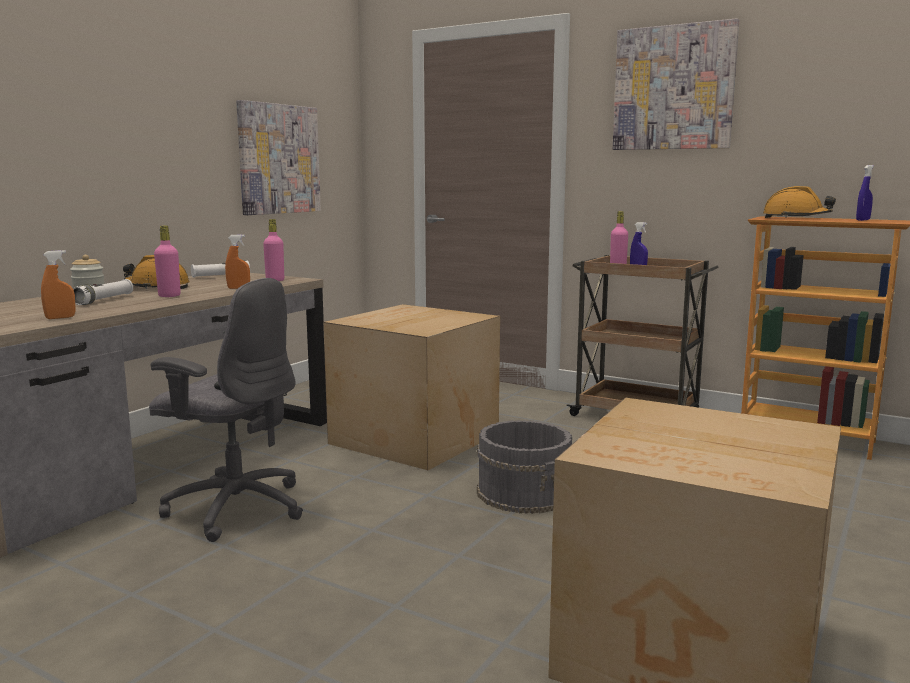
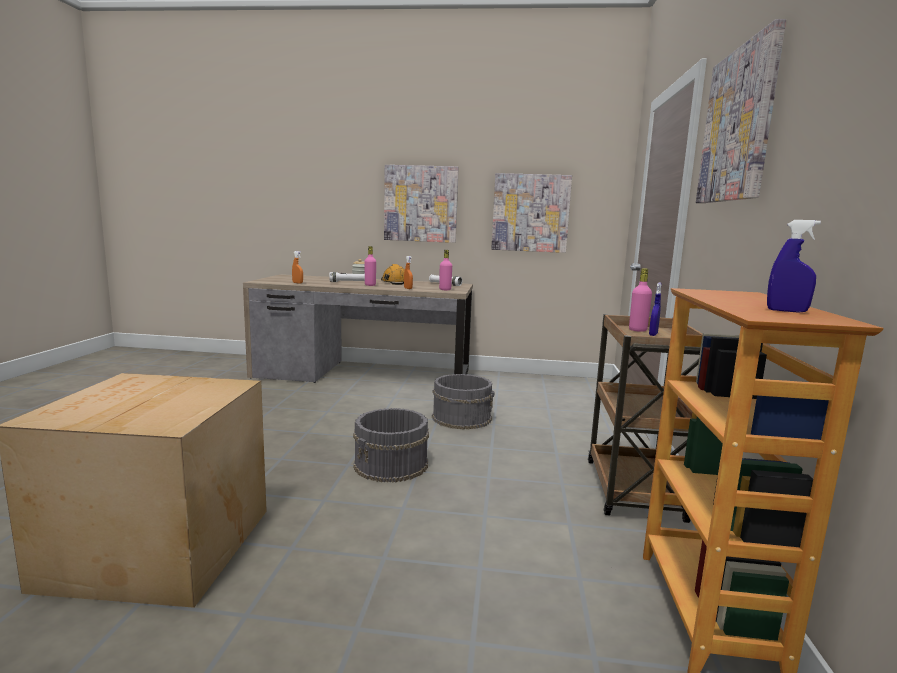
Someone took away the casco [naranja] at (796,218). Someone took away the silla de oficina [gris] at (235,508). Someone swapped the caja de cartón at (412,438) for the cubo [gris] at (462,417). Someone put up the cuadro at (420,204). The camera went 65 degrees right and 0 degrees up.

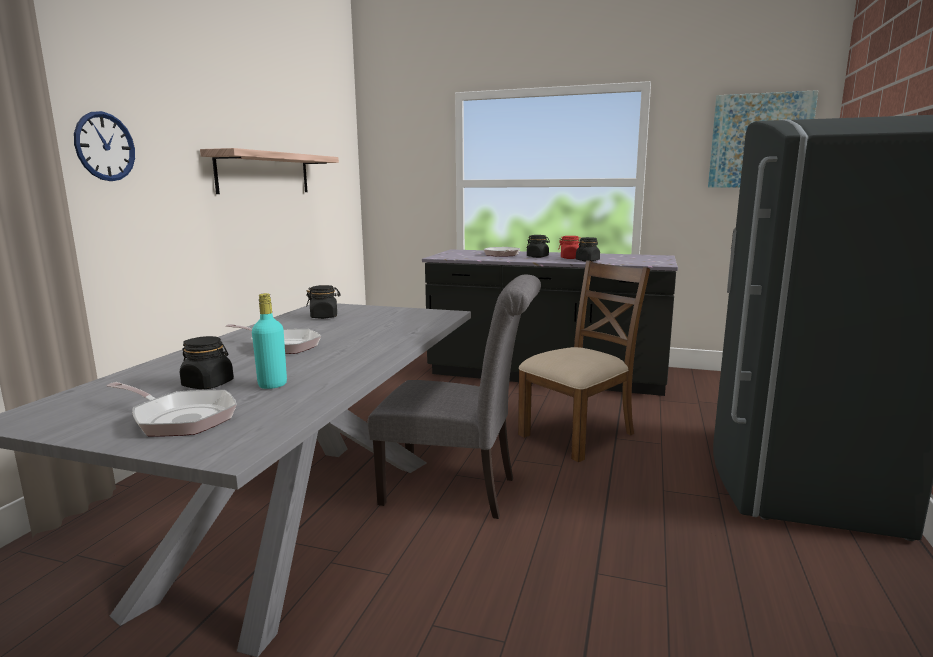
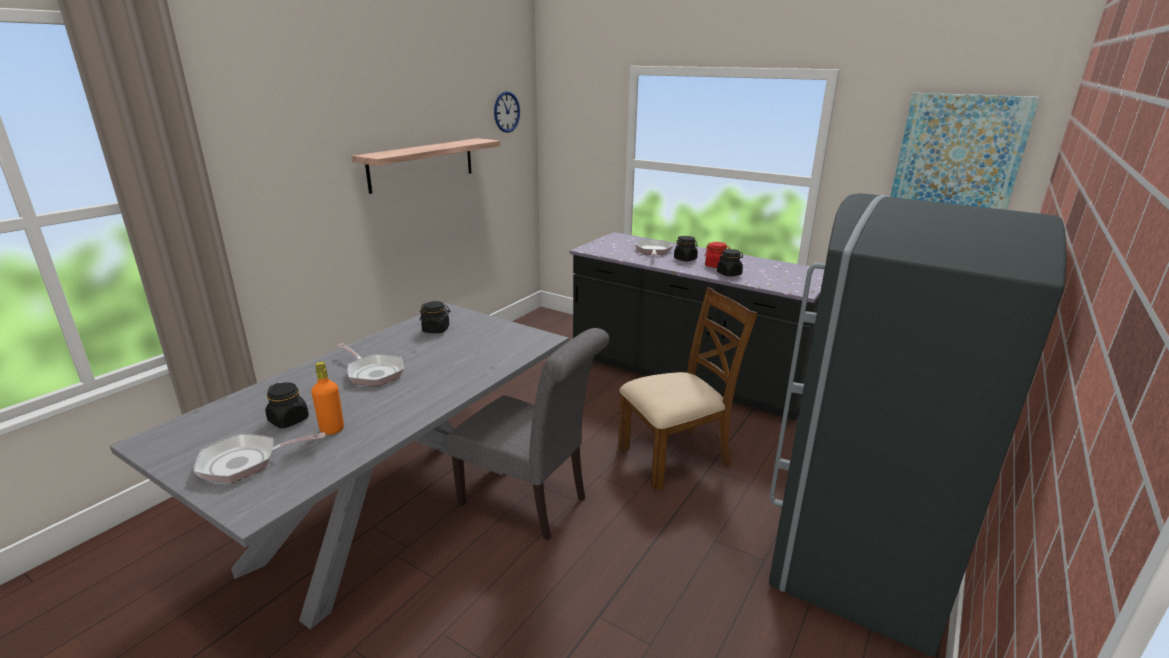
Someone carried the reloj de pared from (105,146) to (506,112). Someone repainted the botella [turquesa] at (272,385), which became the botella [naranja] at (332,429). Someone rotated the sartén at (180,418) by 120 degrees clockwise. The camera went 15 degrees right and 10 degrees up.

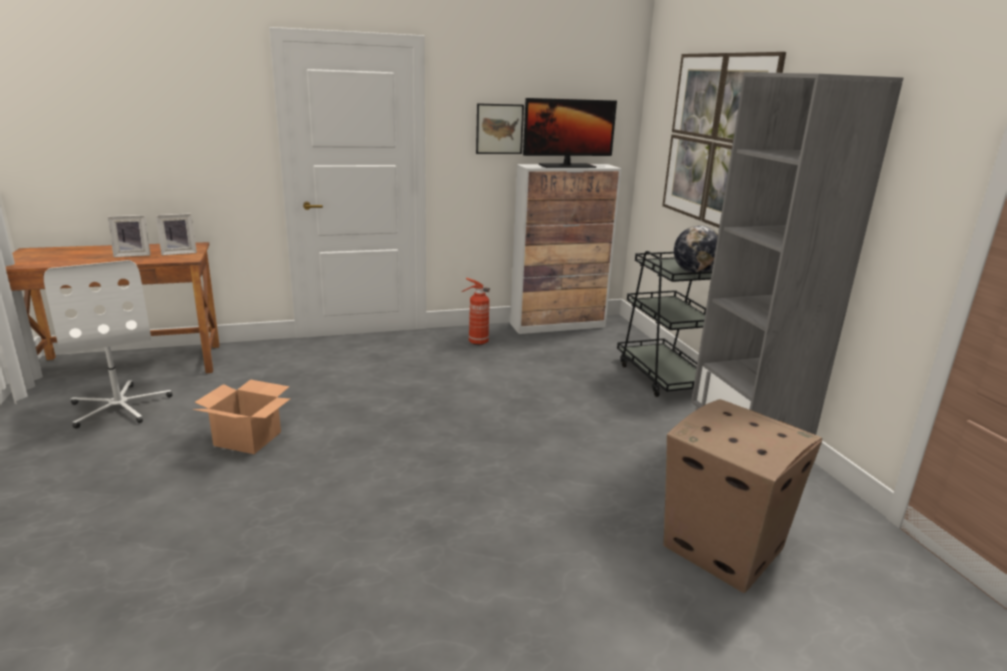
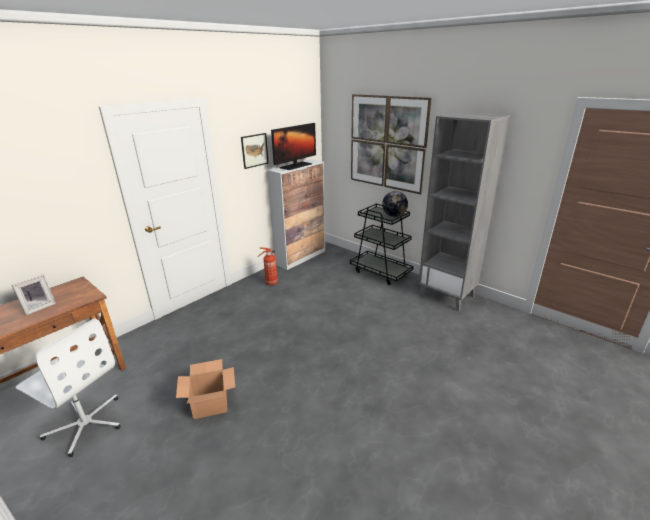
Someone took away the portarretratos at (179,252). Someone took away the caja de cartón at (721,547). The camera went 30 degrees left and 5 degrees up.

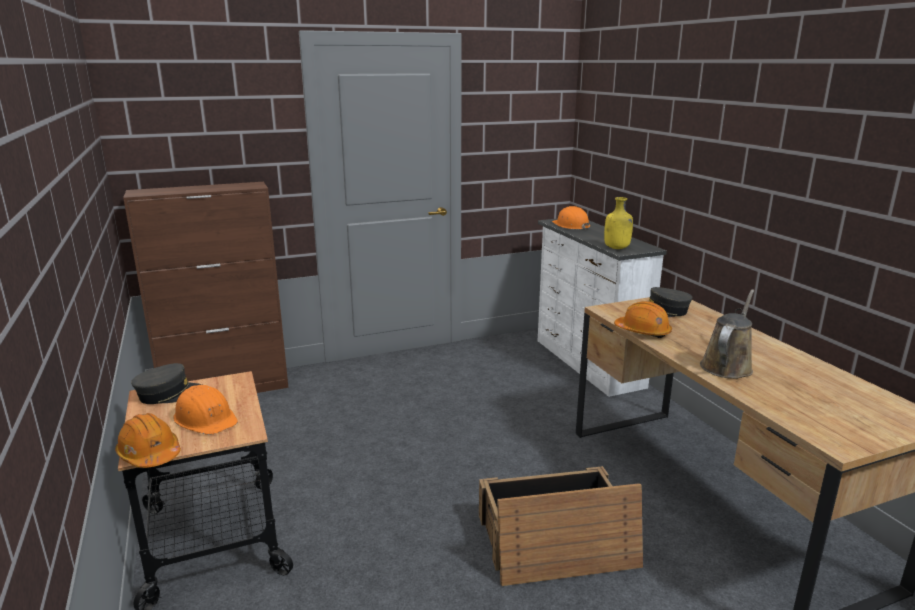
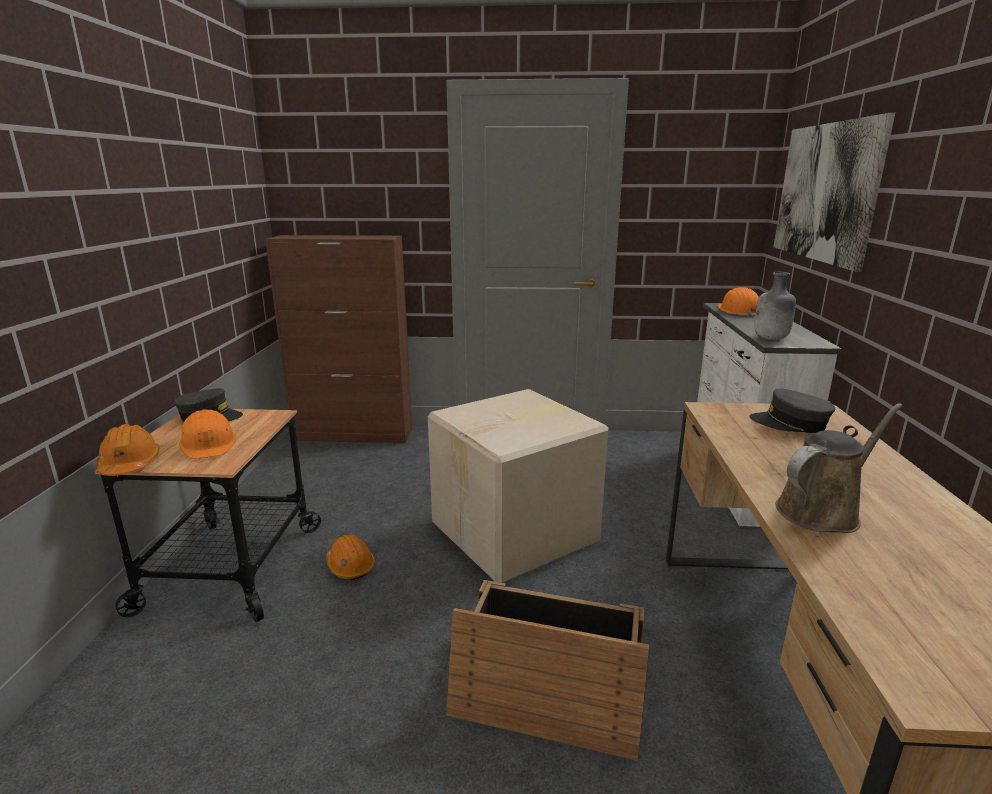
Someone repainted the botella [amarillo] at (617,248), which became the botella [gris] at (770,339). Someone carried the casco [naranja] from (643,331) to (350,566). Someone put up the cuadro at (825,192). Someone put down the caja de cartón at (517,532). The camera went 25 degrees right and 0 degrees up.

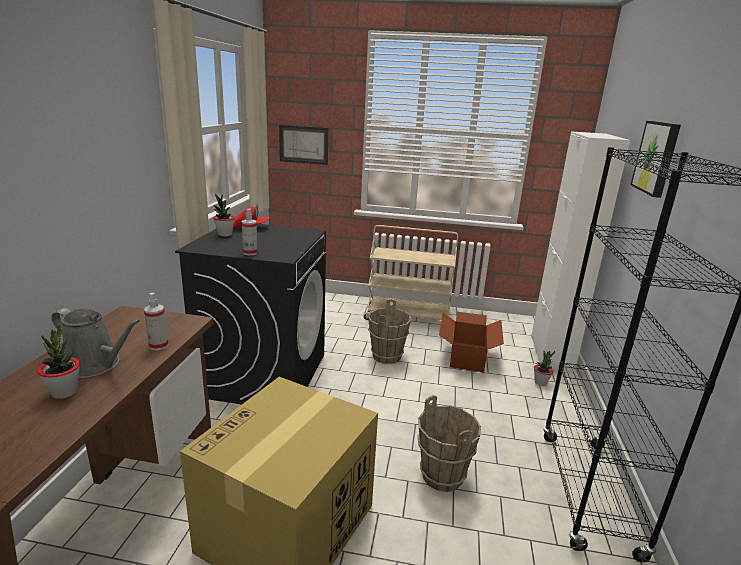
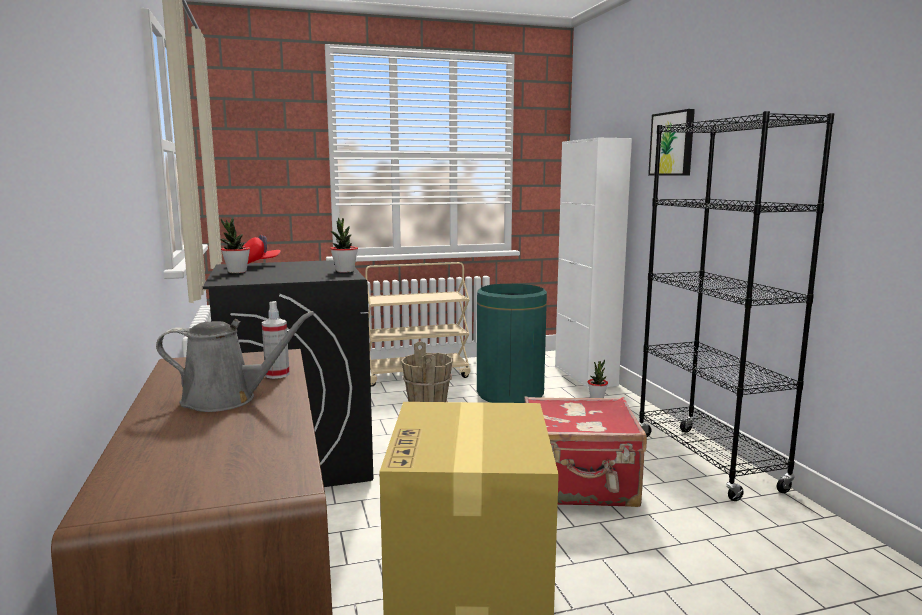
Someone took away the cuadro at (303,144). Someone took away the pulverizador at (250,253). Someone swapped the caja de cartón at (466,356) for the papelera [verde] at (510,394). Someone carried the planta en maceta from (64,392) to (345,271). Someone swapped the cubo [marrón] at (443,475) for the maleta [rojo] at (579,486). The camera went 25 degrees left and 10 degrees down.

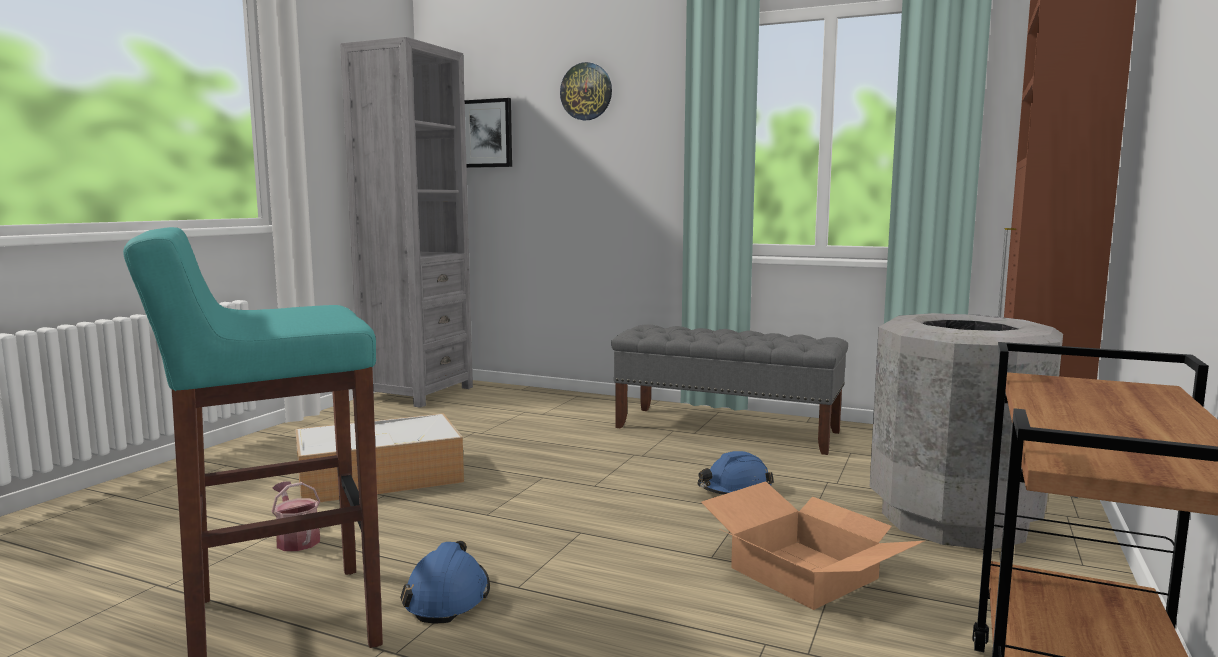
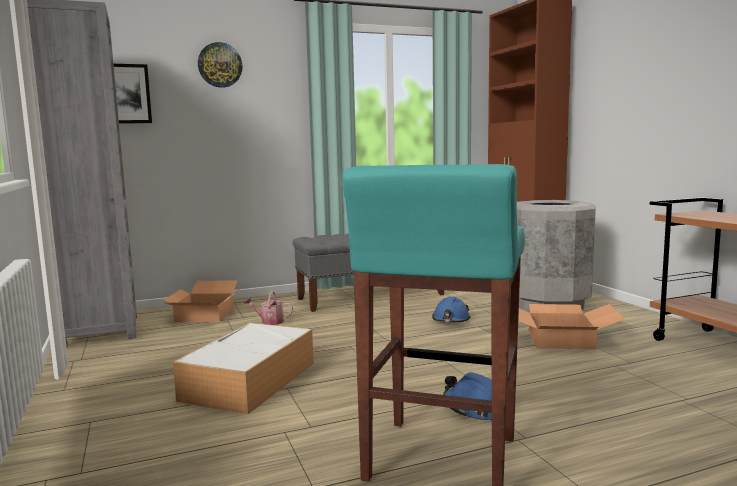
Someone carried the regadera from (296,539) to (269,321). Someone put down the caja de cartón at (204,314). The camera went 45 degrees left and 0 degrees up.

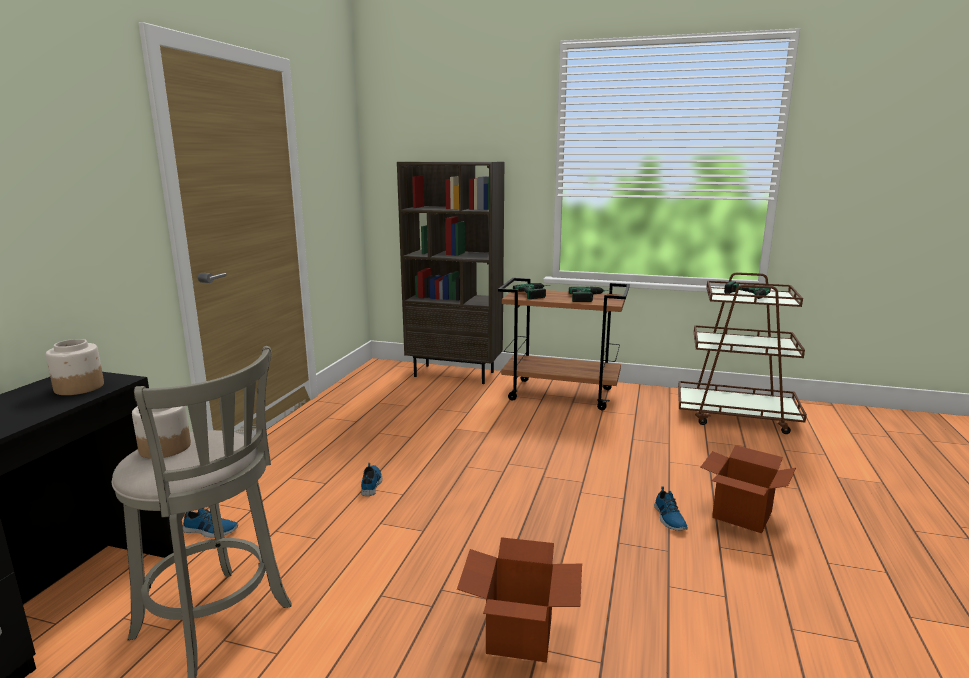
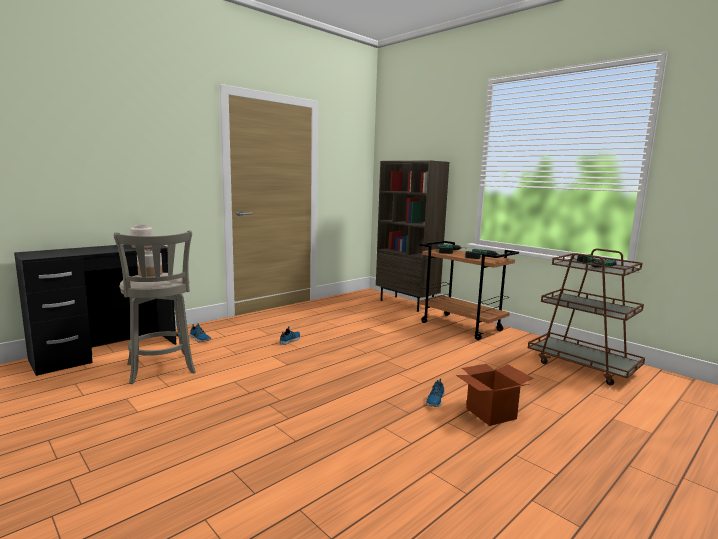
Someone took away the caja de cartón at (519,634). The camera went 30 degrees right and 5 degrees down.

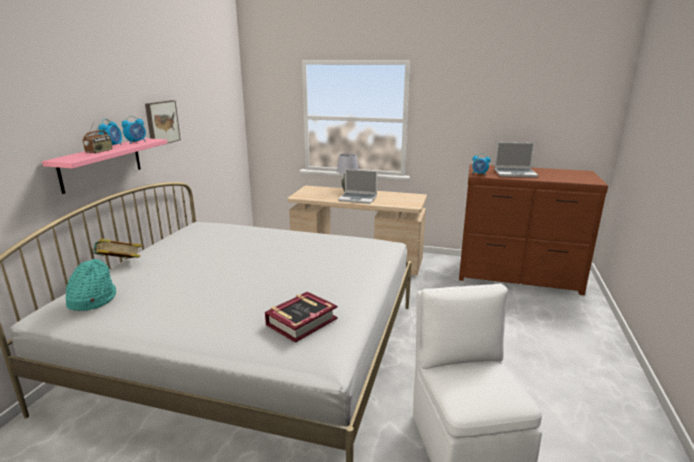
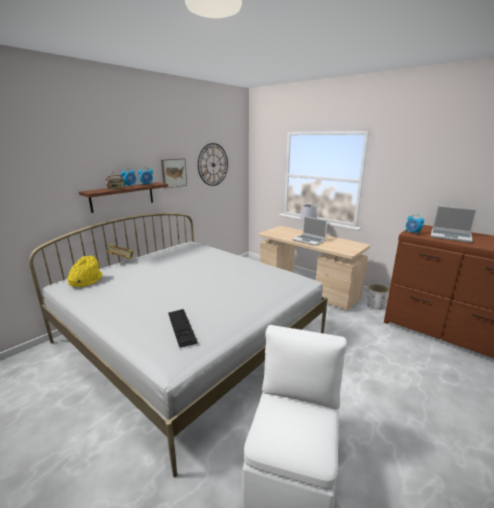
Someone repainted the estante [rosa] at (101,164), which became the estante [marrón] at (122,196). Someone repainted the sombrero [turquesa] at (92,300), which became the sombrero [amarillo] at (86,281). Someone swapped the libro at (301,321) for the teclado at (181,327). Someone put up the reloj de pared at (213,164). Someone put down the maceta [blanco] at (375,305). The camera went 25 degrees right and 0 degrees up.

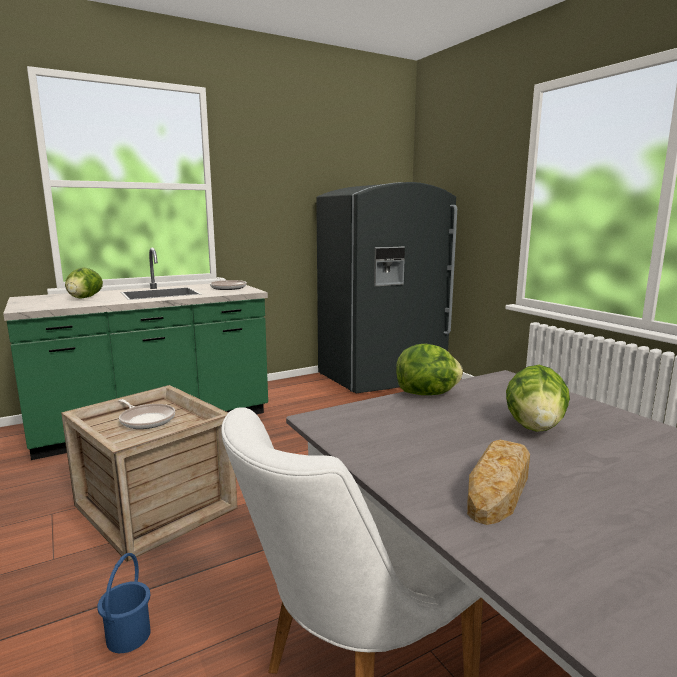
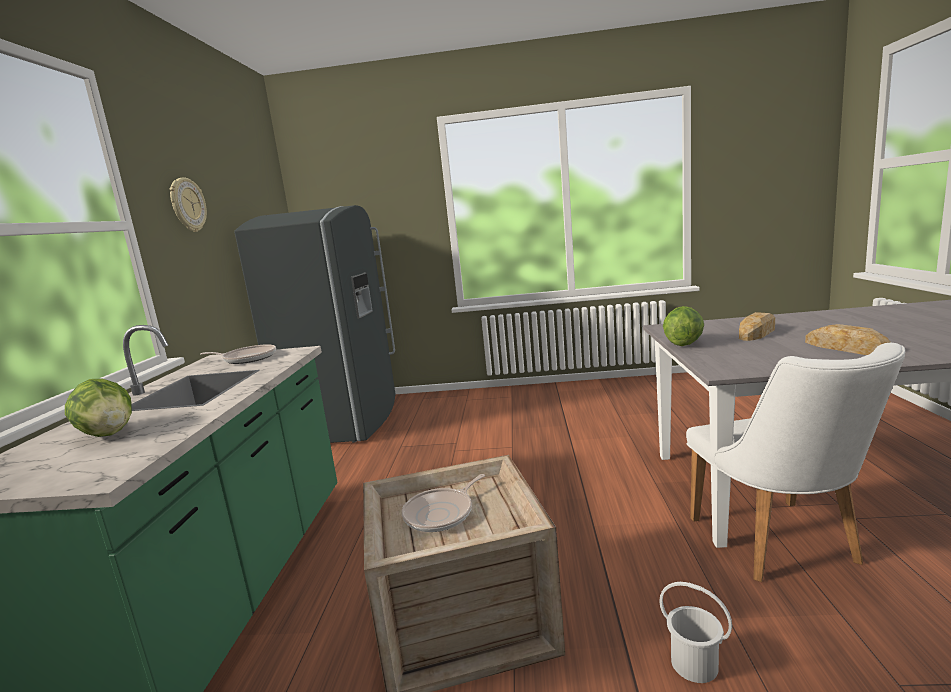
Someone swapped the lechuga at (535,427) for the pan at (757,332). Someone rotated the sartén at (146,420) by 150 degrees clockwise. Someone repainted the cubo [azul] at (127,636), which became the cubo [blanco] at (694,664). Someone put up the reloj de pared at (187,205). The camera went 55 degrees left and 0 degrees up.

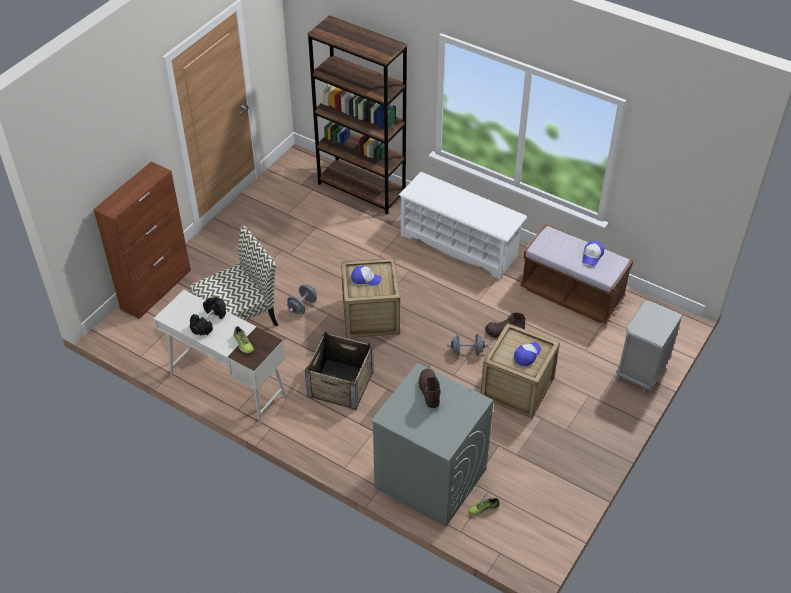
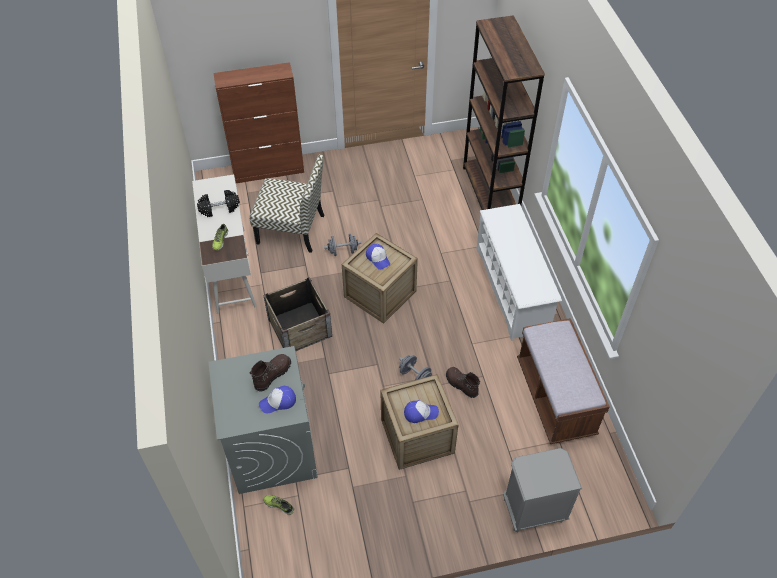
Someone carried the gorra from (592,256) to (278,402). The camera went 45 degrees right and 5 degrees up.

